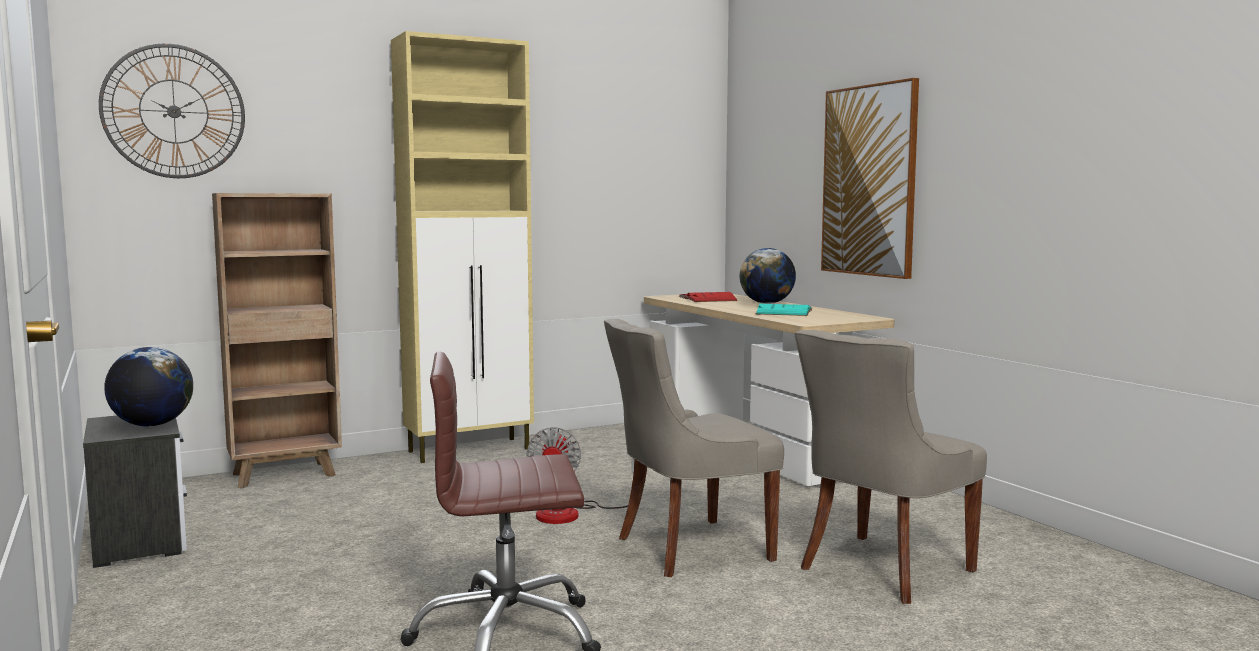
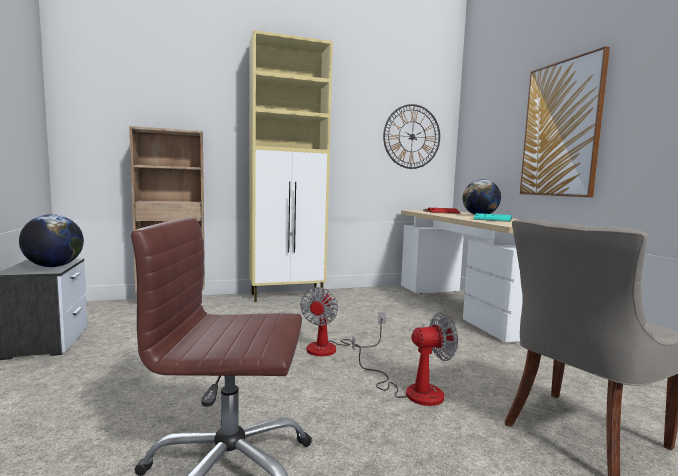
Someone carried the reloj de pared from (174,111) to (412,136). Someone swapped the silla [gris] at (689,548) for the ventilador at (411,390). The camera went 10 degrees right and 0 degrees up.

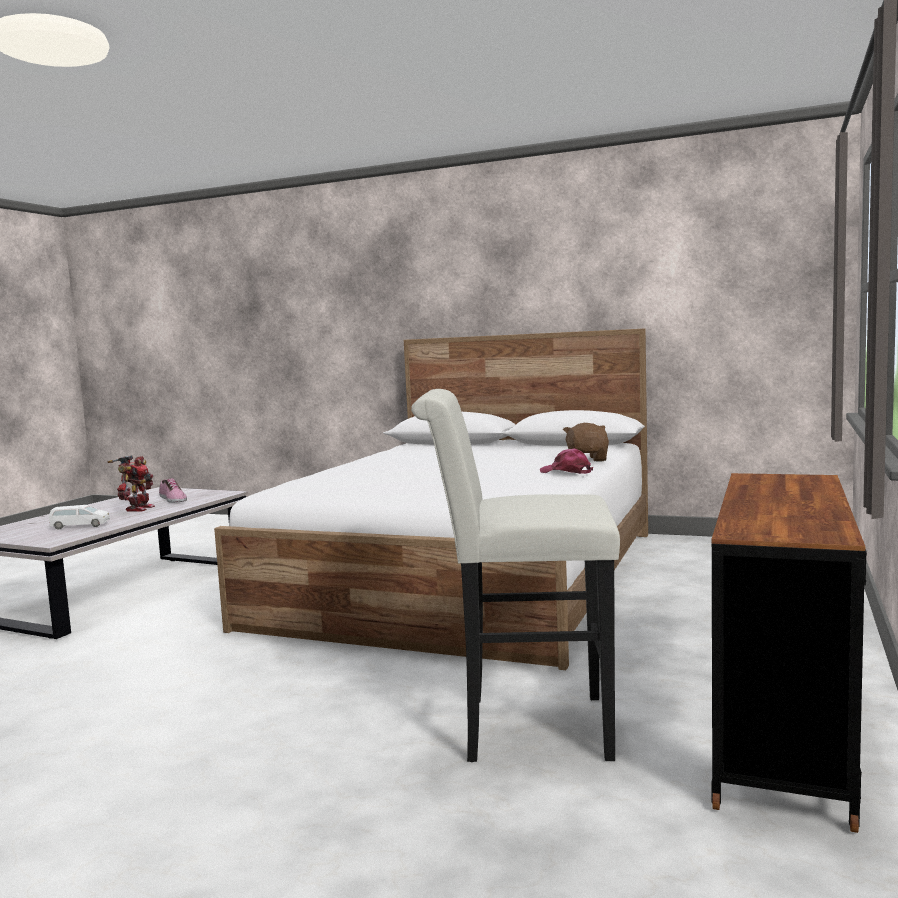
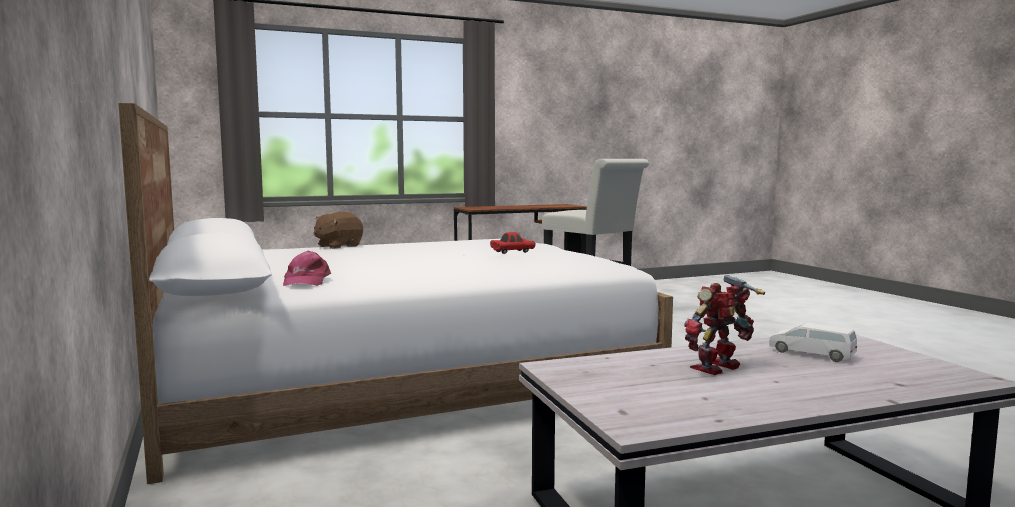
Someone carried the gorra [rosa] from (566,472) to (306,281). Someone took away the zapato at (172,499). Someone put down the coche de juguete [rojo] at (512,252). The camera went 135 degrees left and 0 degrees up.

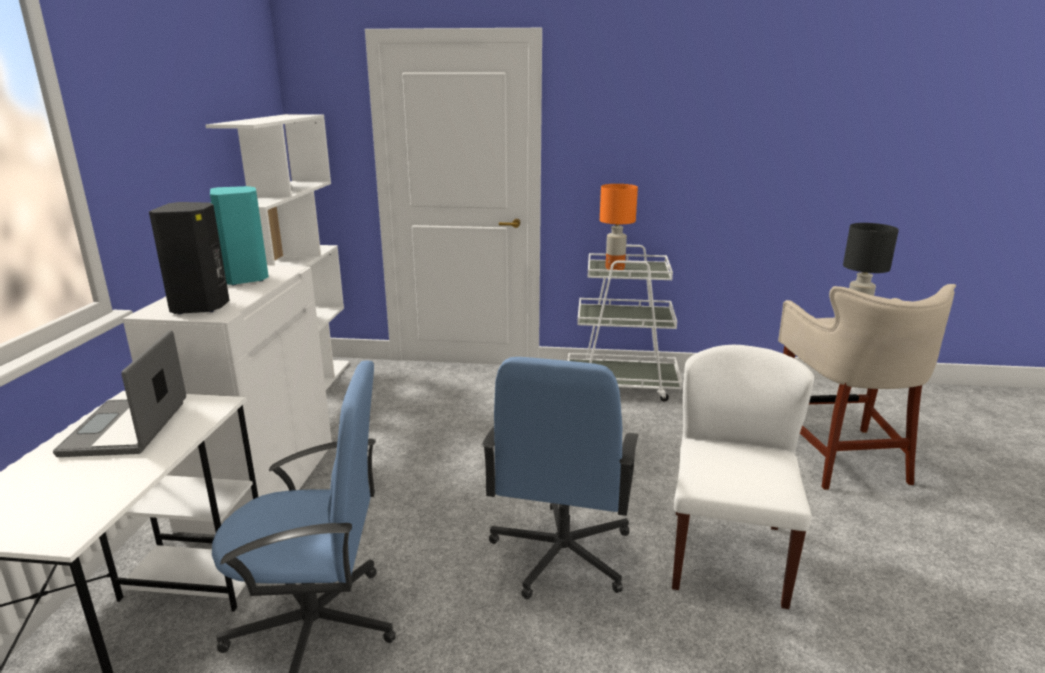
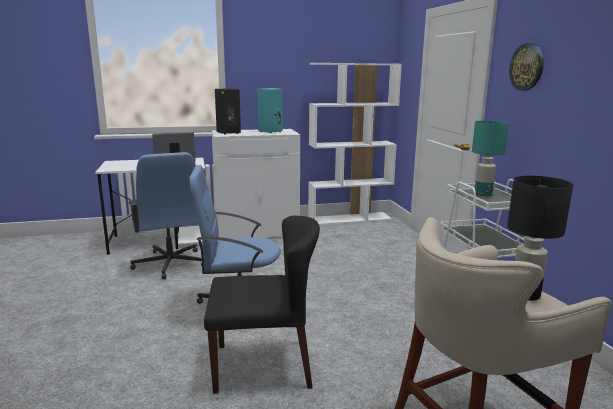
Someone repainted the lámpara de mesa [naranja] at (615,268), which became the lámpara de mesa [turquesa] at (483,194). Someone repainted the silla [blanco] at (726,555), which became the silla [negro] at (263,365). Someone put up the reloj de pared at (527,67). The camera went 70 degrees right and 5 degrees down.

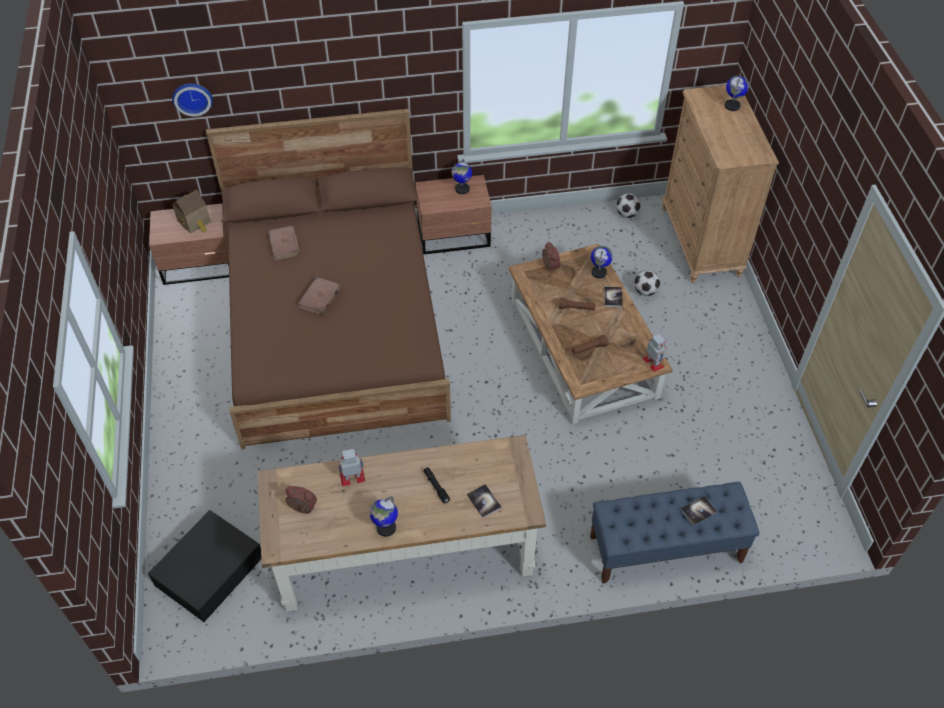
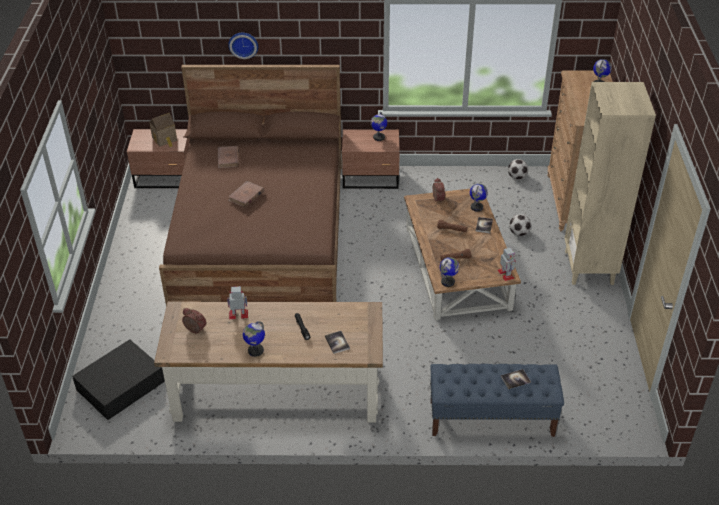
Someone carried the reloj de pared from (192,97) to (243,44). Someone put down the estantería [beis] at (589,268). Someone put down the globo terráqueo at (448,282). The camera went 10 degrees right and 10 degrees down.

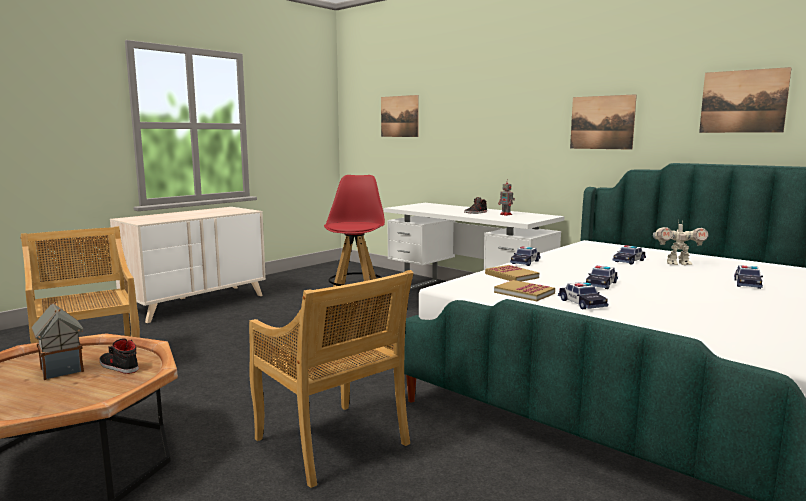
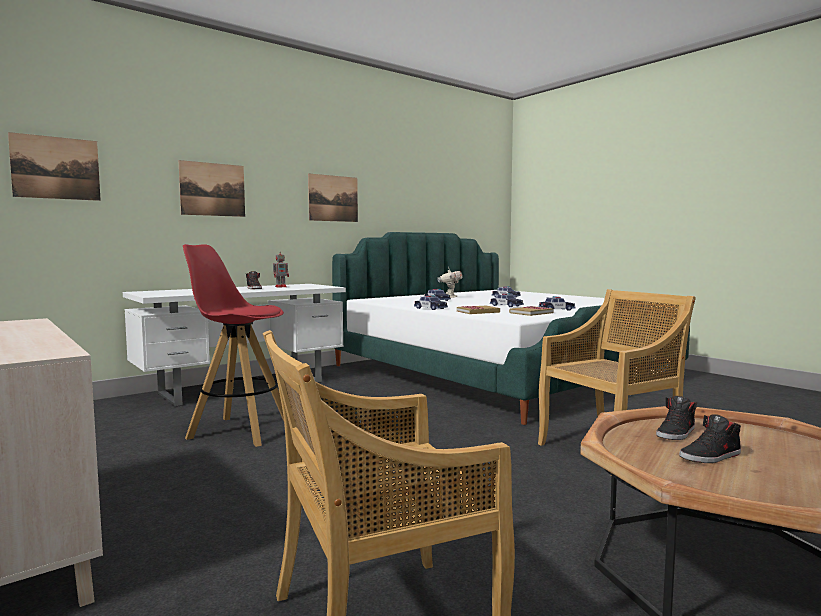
Someone carried the cuadro from (743,101) to (212,189). Someone swapped the casita at (62,370) for the zapato [negro] at (711,456). The camera went 80 degrees left and 5 degrees down.

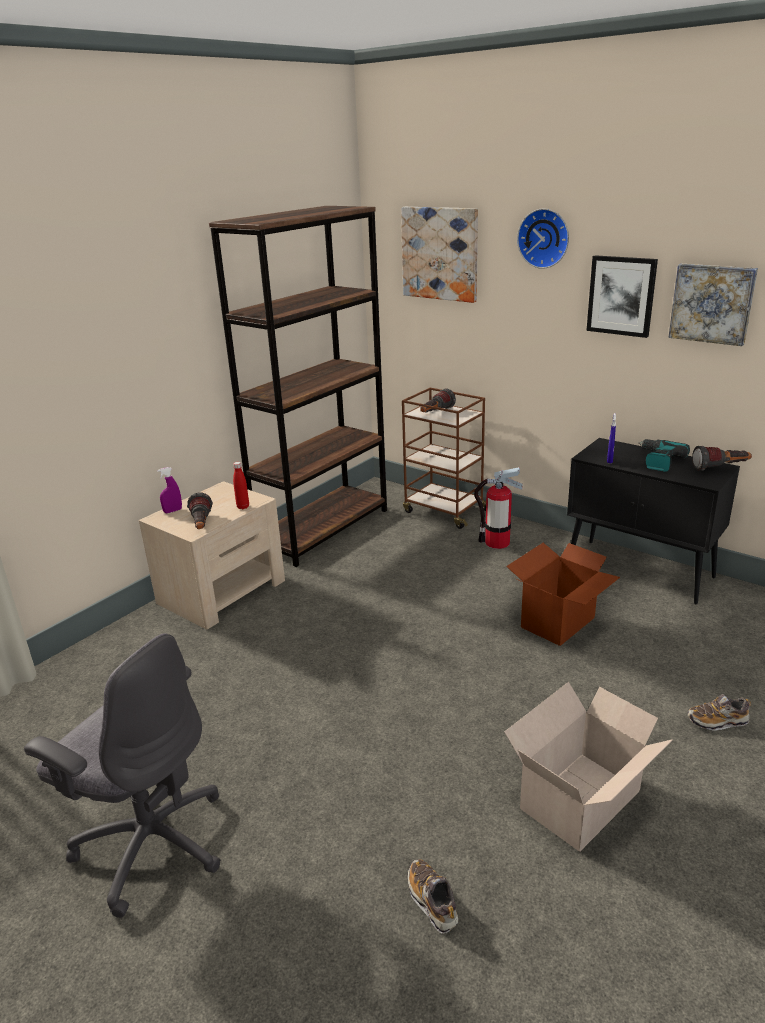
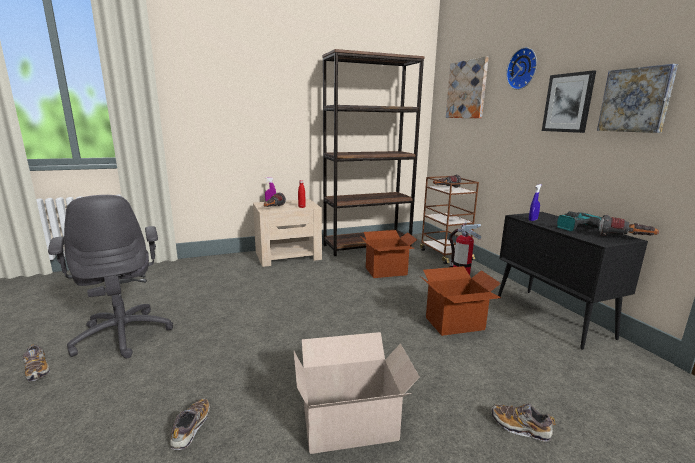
Someone put down the caja de cartón at (386,271). Someone put down the zapato at (37,370). The camera went 30 degrees right and 10 degrees down.

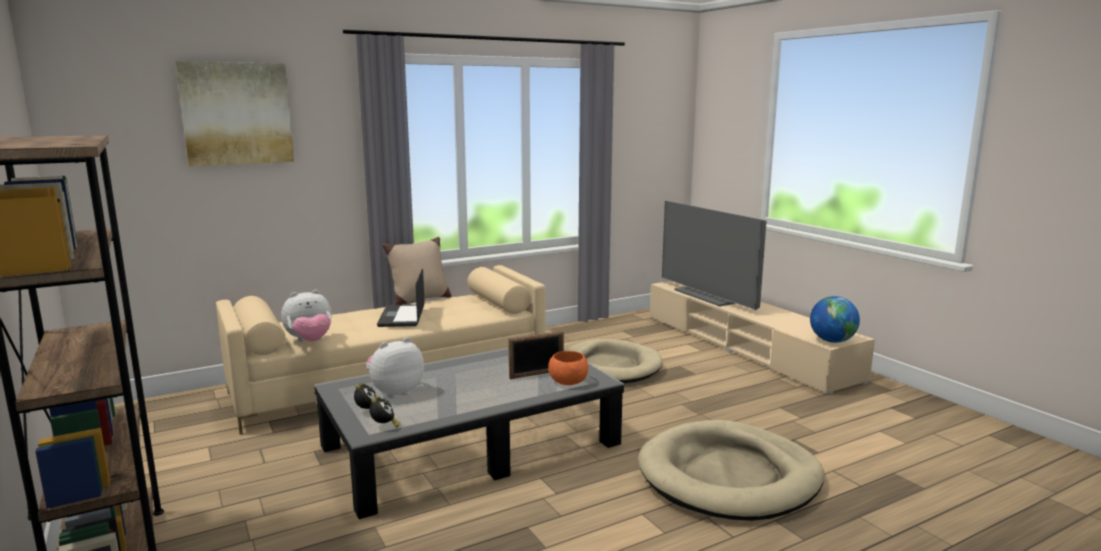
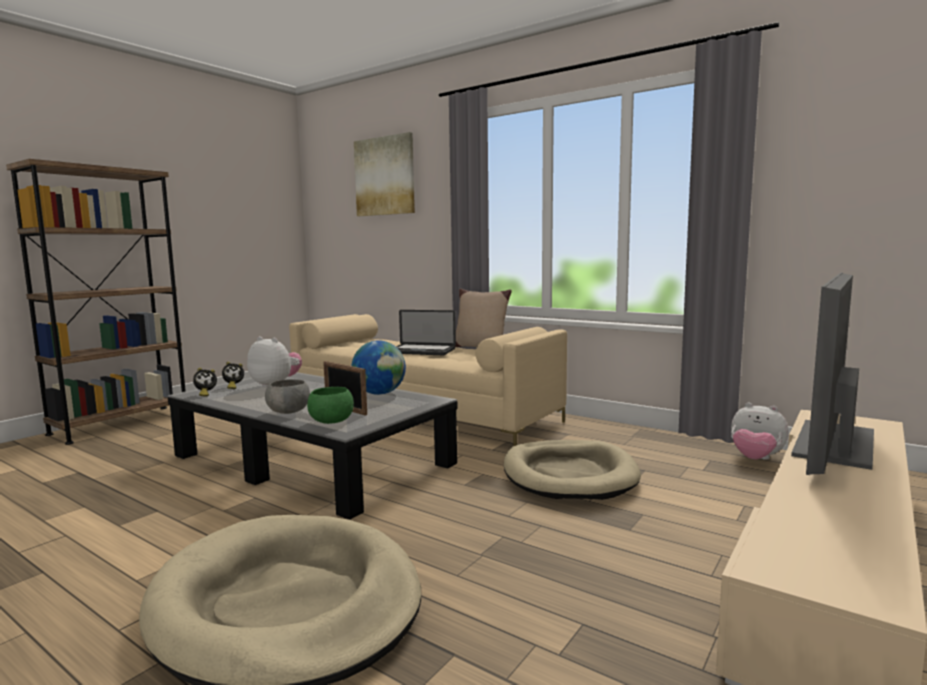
Someone rotated the portátil at (402,317) by 135 degrees counterclockwise. Someone carried the peluche from (310,341) to (755,459). Someone carried the globo terráqueo from (832,341) to (379,393). Someone repainted the cuenco [naranja] at (568,382), which became the cuenco [verde] at (332,421). Someone put down the cuenco [gris] at (288,411). The camera went 65 degrees right and 5 degrees down.

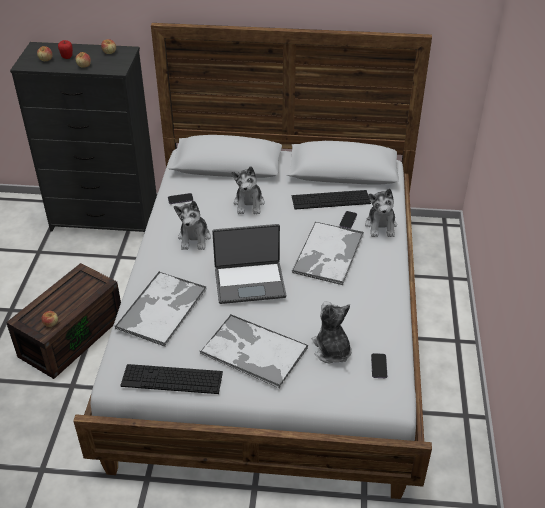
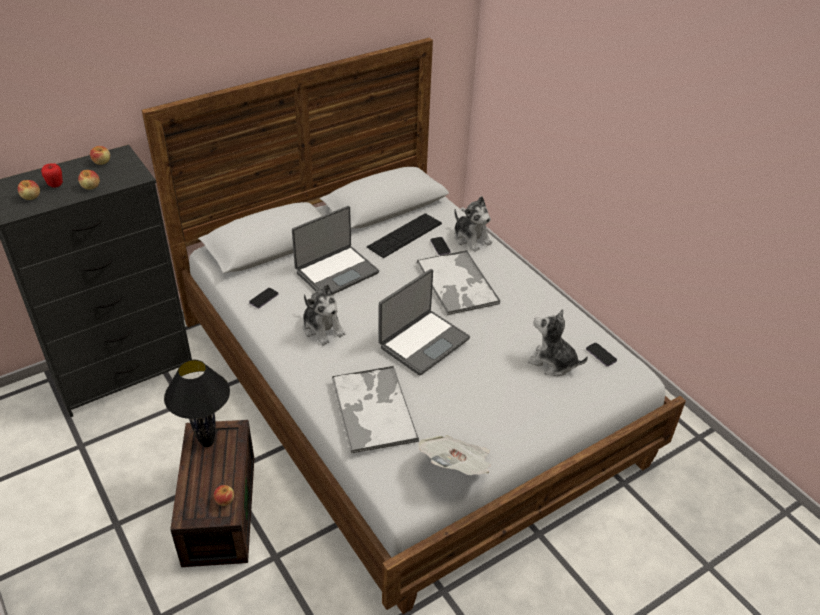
Someone swapped the peluche at (249,203) for the portátil at (336,272). Someone took away the bandeja at (253,351). Someone swapped the teclado at (172,379) for the periódico at (457,467). Someone put down the lámpara de mesa [negro] at (208,443). The camera went 40 degrees left and 0 degrees up.

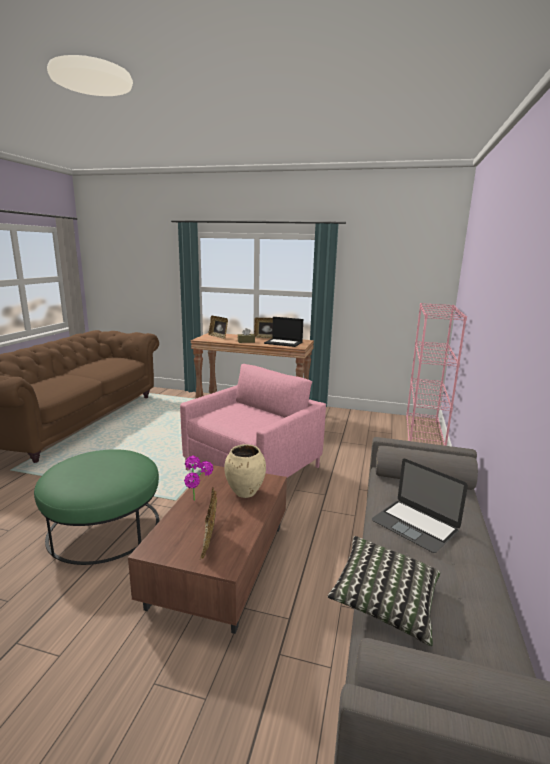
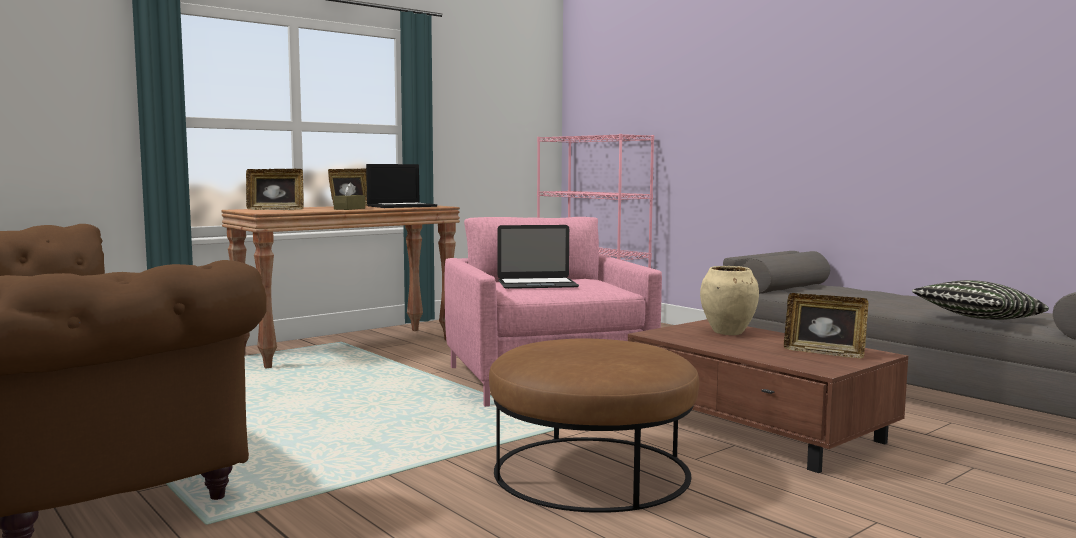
Someone repainted the puf [verde] at (104,527), which became the puf [marrón] at (591,471). Someone took away the planta en maceta at (198,502). Someone carried the portátil from (415,525) to (537,284). The camera went 55 degrees left and 10 degrees down.

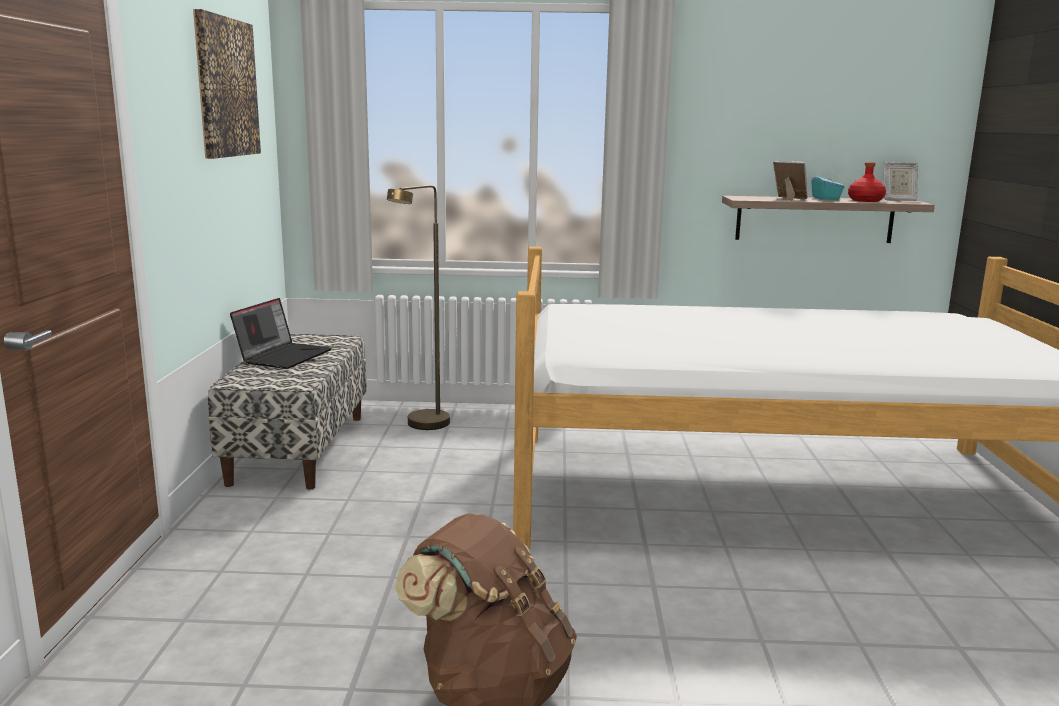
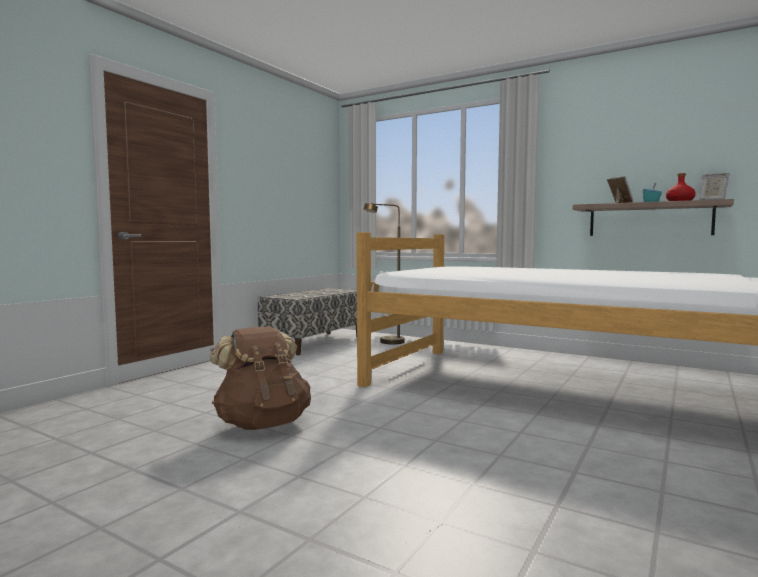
Someone took away the cuadro at (226,87). Someone took away the portátil at (284,356). The camera went 30 degrees right and 10 degrees down.

